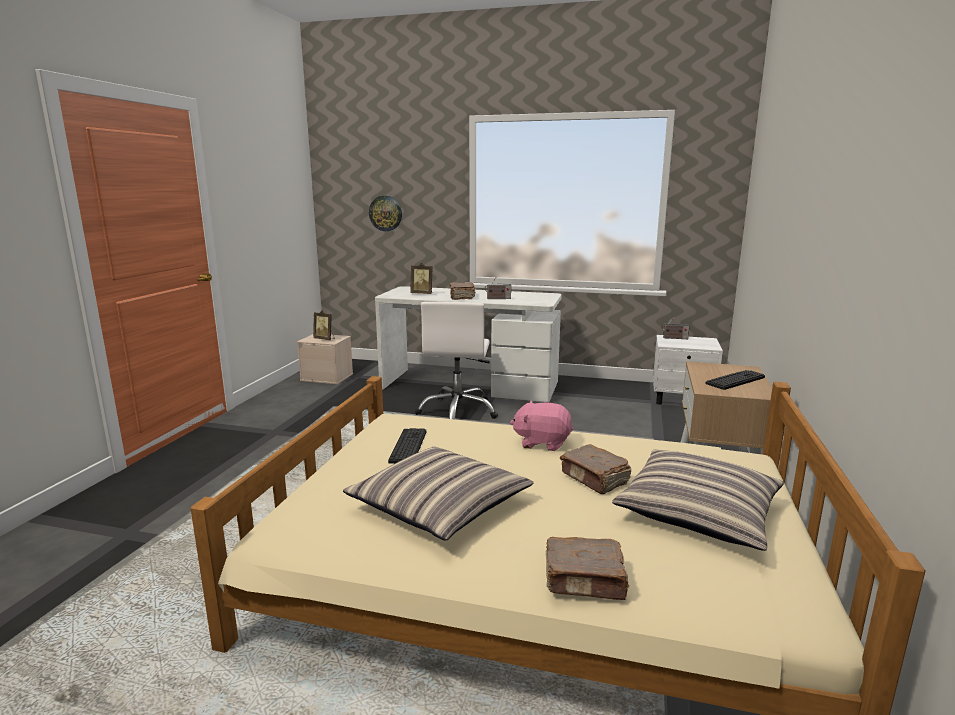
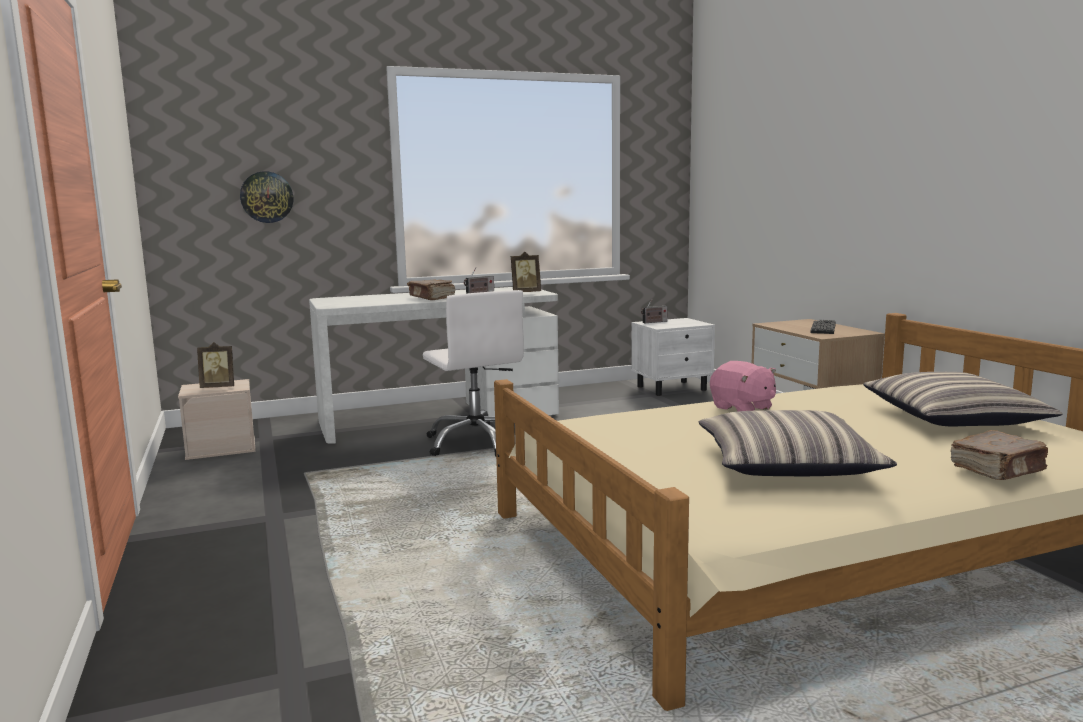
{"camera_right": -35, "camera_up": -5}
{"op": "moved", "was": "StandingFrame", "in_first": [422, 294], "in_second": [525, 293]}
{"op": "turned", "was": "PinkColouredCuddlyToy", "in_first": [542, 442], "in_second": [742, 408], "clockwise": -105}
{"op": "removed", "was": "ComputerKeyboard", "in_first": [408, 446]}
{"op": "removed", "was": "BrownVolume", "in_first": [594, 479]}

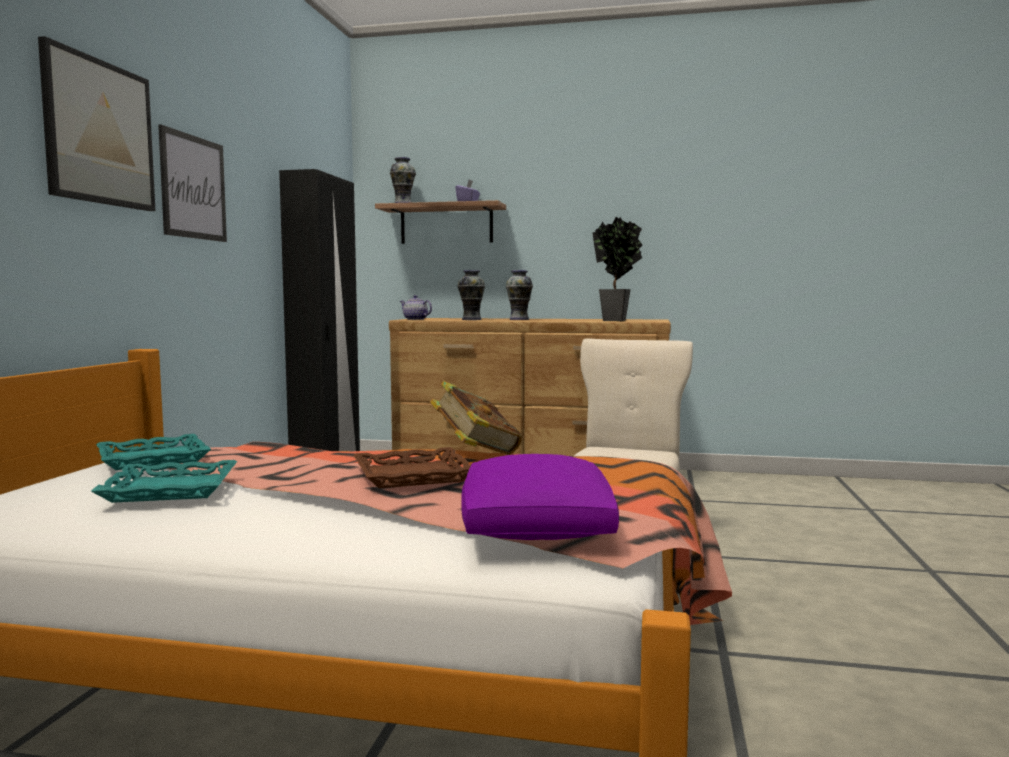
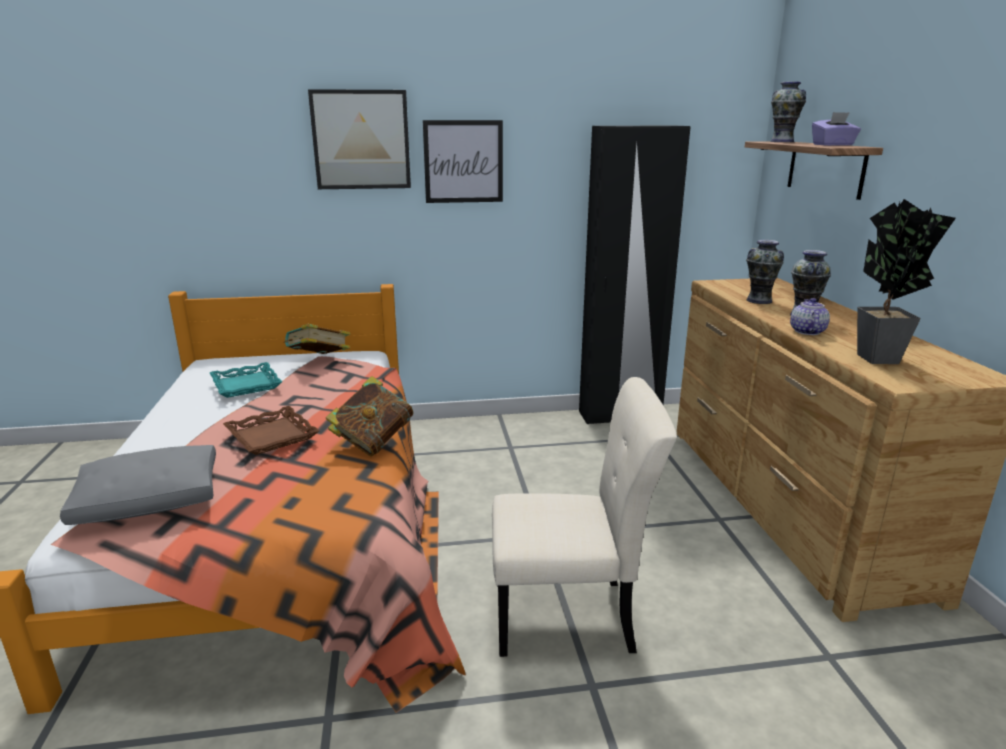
{"camera_right": 70, "camera_up": 15}
{"op": "recoloured", "was": "PurpleColouredCushion", "now": "GrayCushion", "in_first": [536, 524], "in_second": [151, 500]}
{"op": "replaced", "was": "TurquoiseServingTray", "now": "Volume", "in_first": [153, 459], "in_second": [319, 360]}
{"op": "moved", "was": "PotForTea", "in_first": [415, 319], "in_second": [807, 331]}

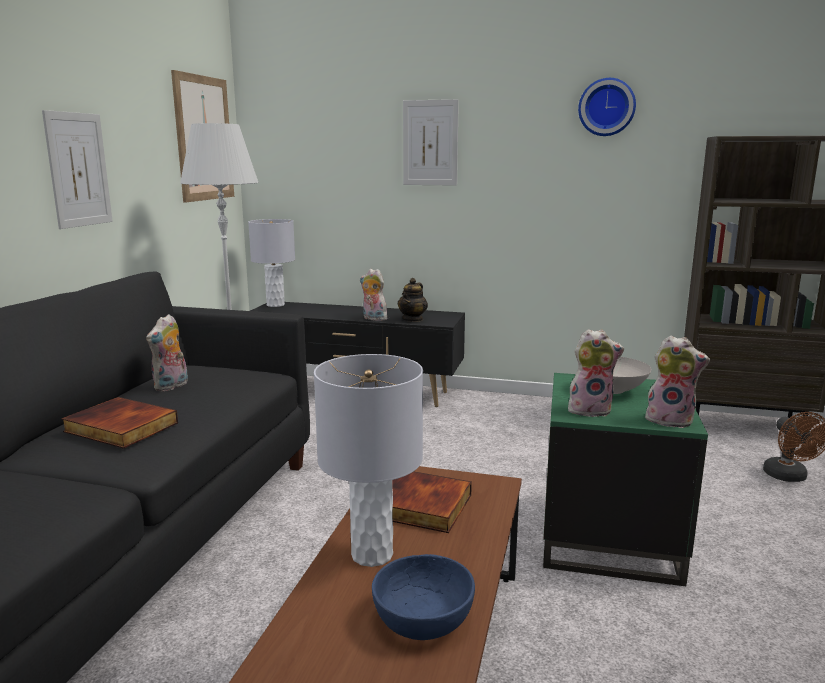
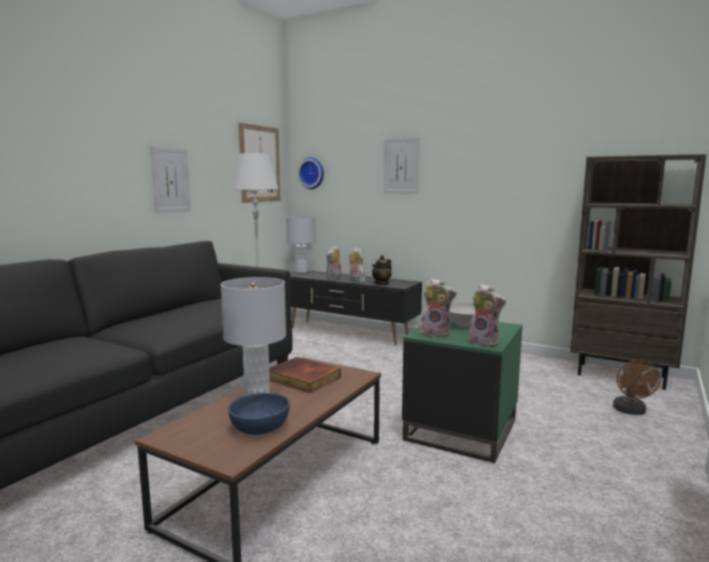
{"camera_right": 15, "camera_up": -5}
{"op": "moved", "was": "HangingClock", "in_first": [606, 107], "in_second": [312, 173]}
{"op": "moved", "was": "CuddlyToy", "in_first": [171, 386], "in_second": [334, 279]}
{"op": "removed", "was": "Volume", "in_first": [119, 428]}

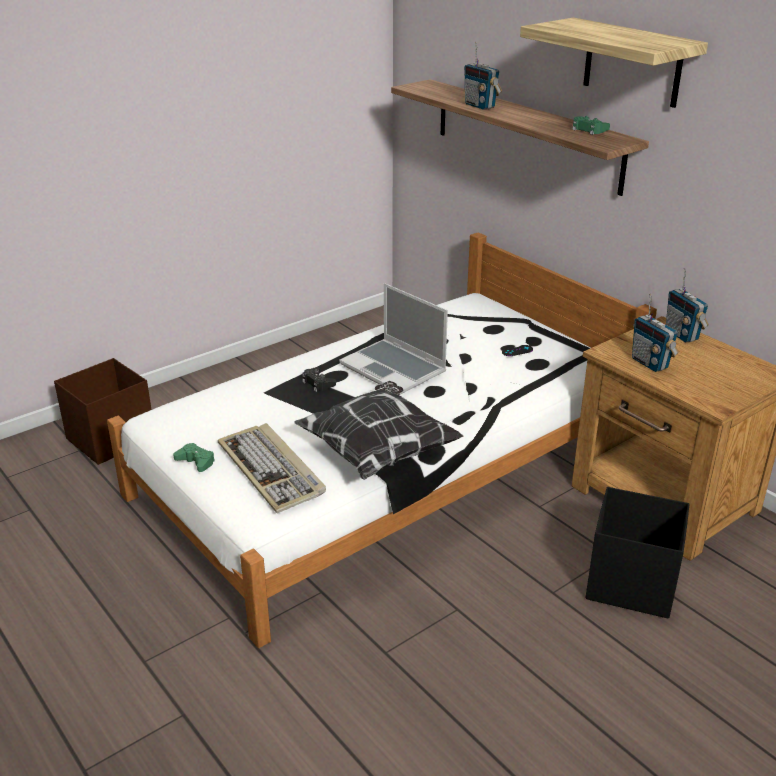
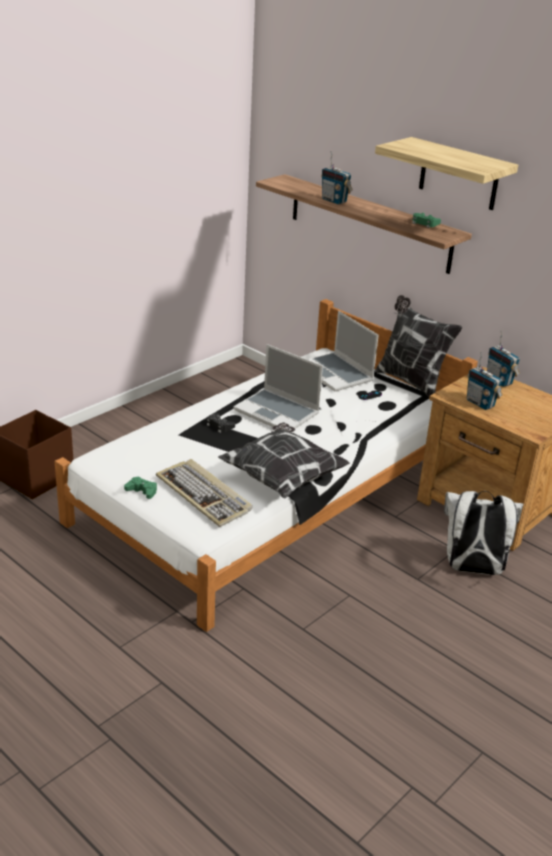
{"camera_right": -10, "camera_up": 0}
{"op": "added", "now": "PortableComputer", "in_second": [336, 374]}
{"op": "added", "now": "Cushion", "in_second": [410, 381]}
{"op": "replaced", "was": "BlackColouredStorageBin", "now": "WhitishBackpack", "in_first": [629, 583], "in_second": [472, 569]}

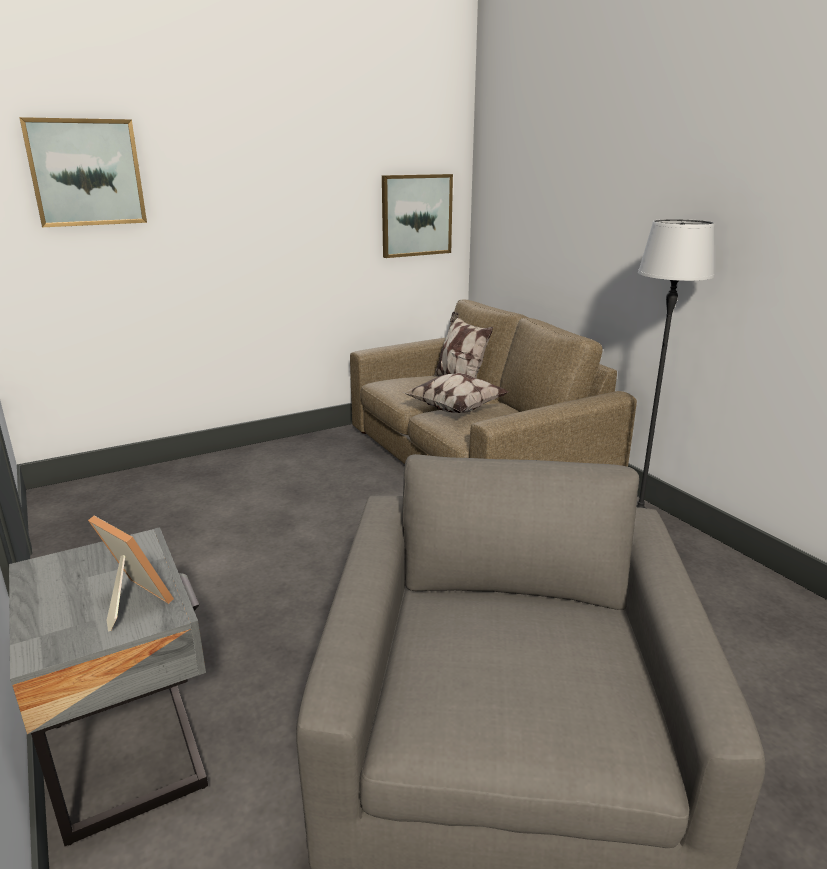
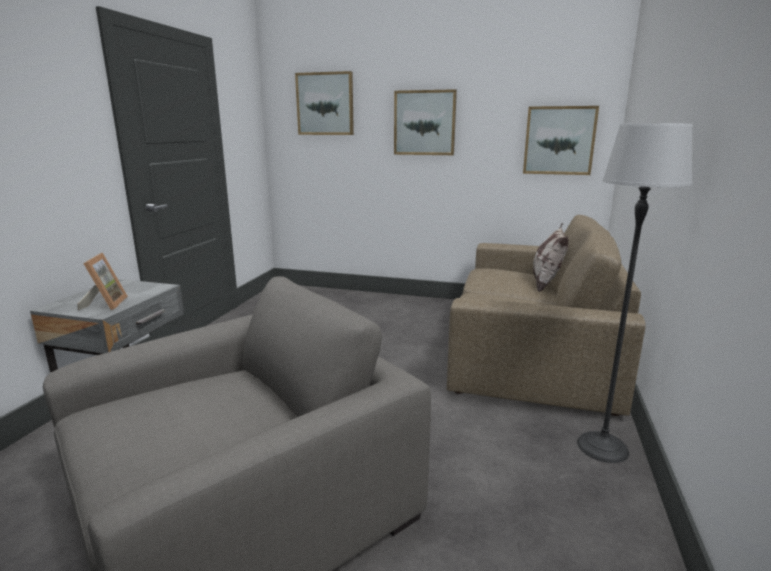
{"camera_right": 45, "camera_up": -5}
{"op": "added", "now": "Picture", "in_second": [424, 123]}
{"op": "removed", "was": "Cushion", "in_first": [455, 409]}

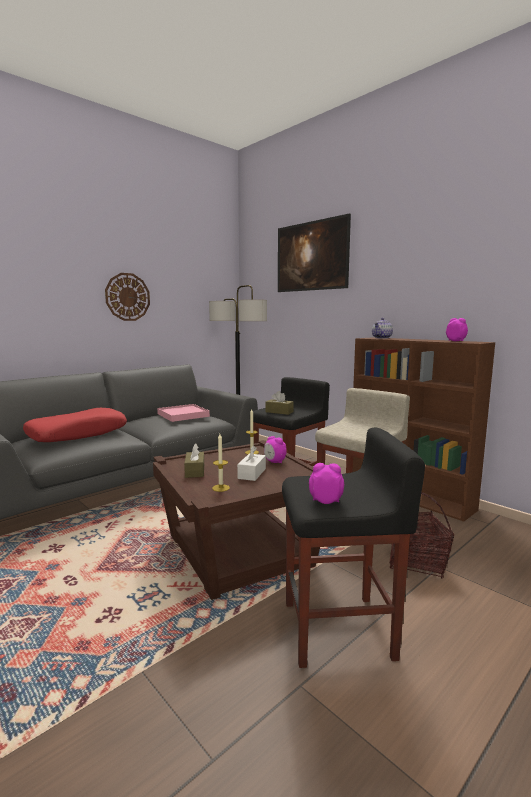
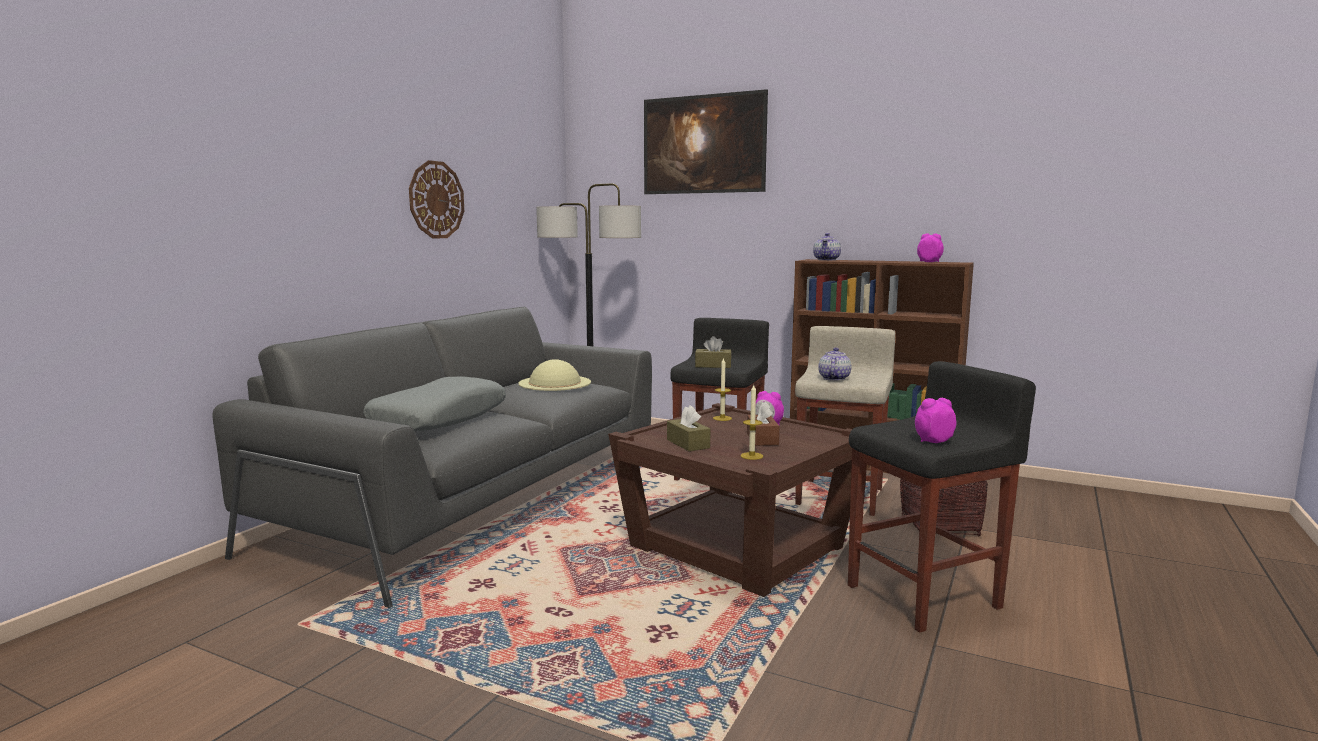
{"camera_right": -20, "camera_up": 0}
{"op": "recoloured", "was": "ReddishCushion", "now": "GrayCushion", "in_first": [78, 434], "in_second": [439, 419]}
{"op": "replaced", "was": "PinkColouredServingTray", "now": "BeigeColouredHat", "in_first": [183, 415], "in_second": [554, 383]}
{"op": "recoloured", "was": "WhitishTissueBox", "now": "BrownTissueBox", "in_first": [252, 473], "in_second": [762, 439]}
{"op": "added", "now": "PotForTea", "in_second": [833, 378]}

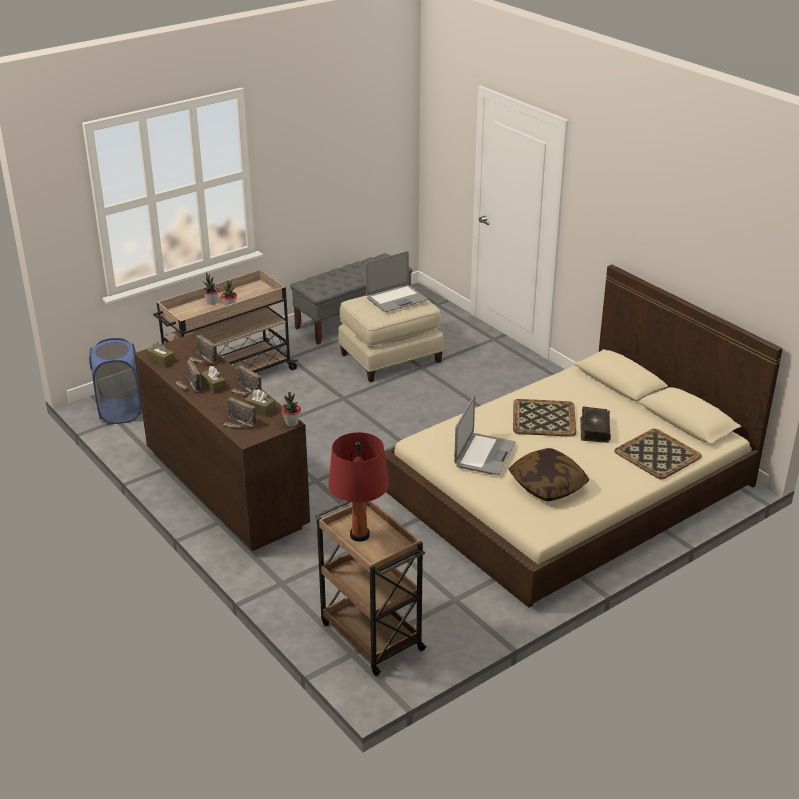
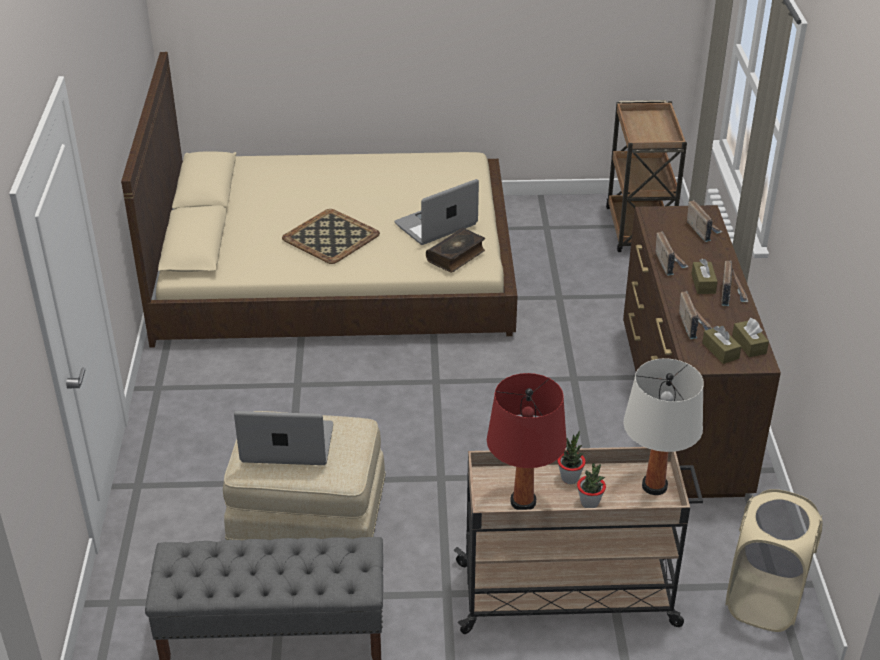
{"camera_right": -145, "camera_up": 5}
{"op": "moved", "was": "Volume", "in_first": [594, 430], "in_second": [456, 256]}
{"op": "moved", "was": "ReddishLampForATable", "in_first": [359, 535], "in_second": [523, 502]}
{"op": "added", "now": "WhitishLampForATable", "in_second": [654, 486]}
{"op": "moved", "was": "BrownTissueBox", "in_first": [259, 409], "in_second": [720, 351]}
{"op": "recoloured", "was": "BluishHamper", "now": "BeigeColouredHamper", "in_first": [121, 411], "in_second": [764, 601]}
{"op": "removed", "was": "PlantInAPot", "in_first": [291, 423]}
{"op": "removed", "was": "Cushion", "in_first": [548, 485]}
{"op": "removed", "was": "ServingTray", "in_first": [656, 454]}

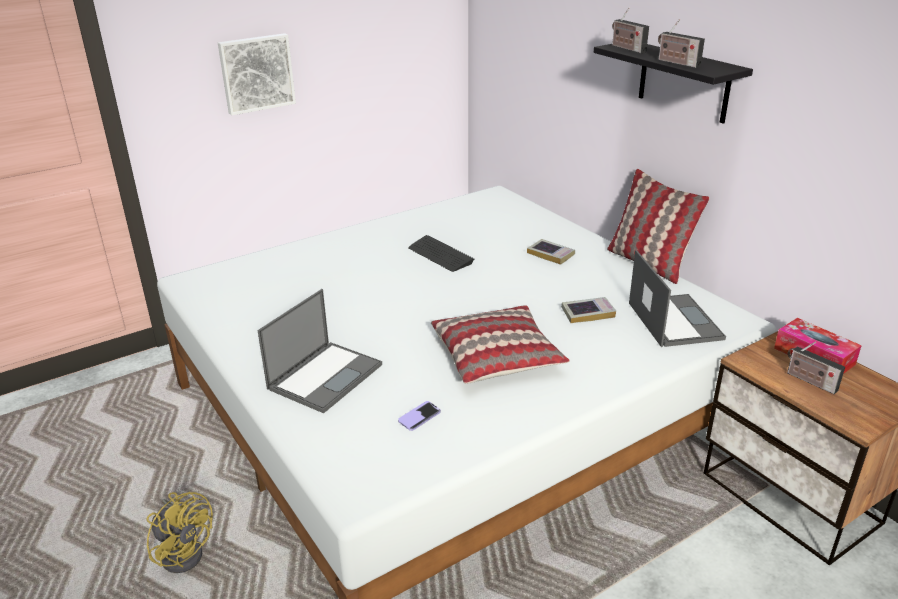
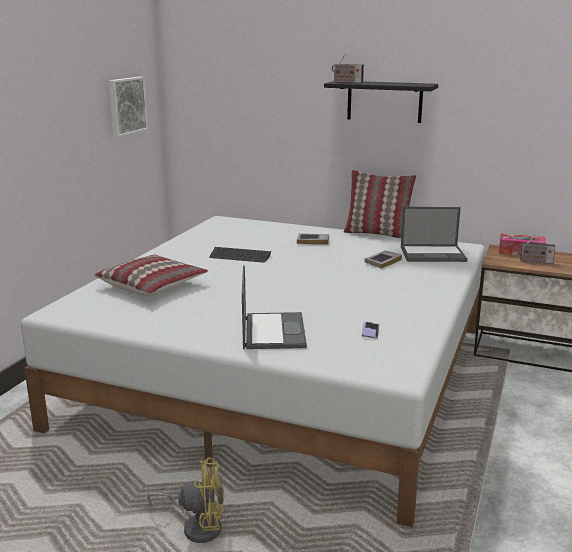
{"camera_right": -35, "camera_up": -10}
{"op": "moved", "was": "Cushion", "in_first": [497, 356], "in_second": [152, 285]}
{"op": "moved", "was": "Picture", "in_first": [256, 73], "in_second": [126, 105]}
{"op": "turned", "was": "PortableComputer", "in_first": [673, 320], "in_second": [433, 254], "clockwise": 135}
{"op": "removed", "was": "RadioSet", "in_first": [676, 63]}

